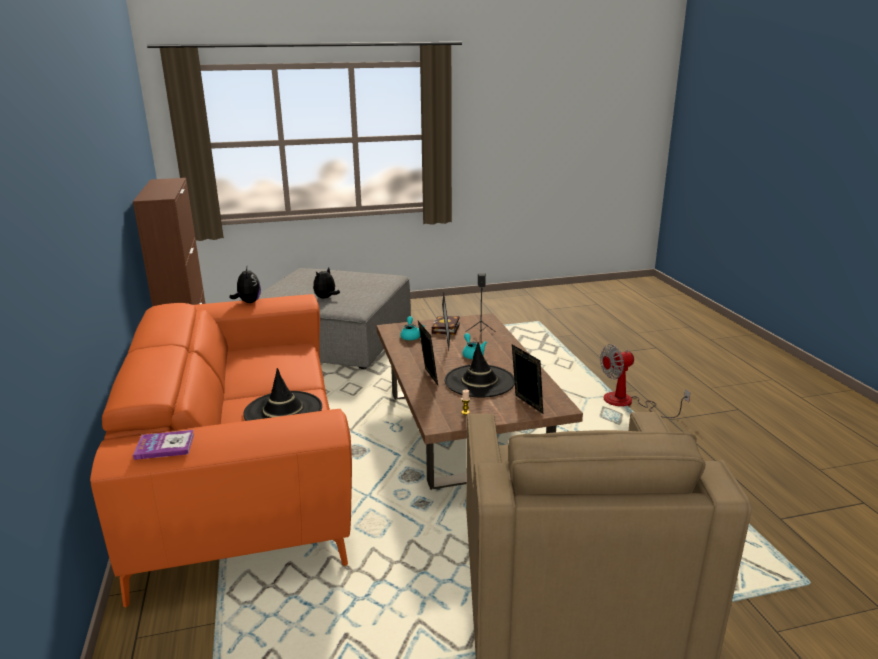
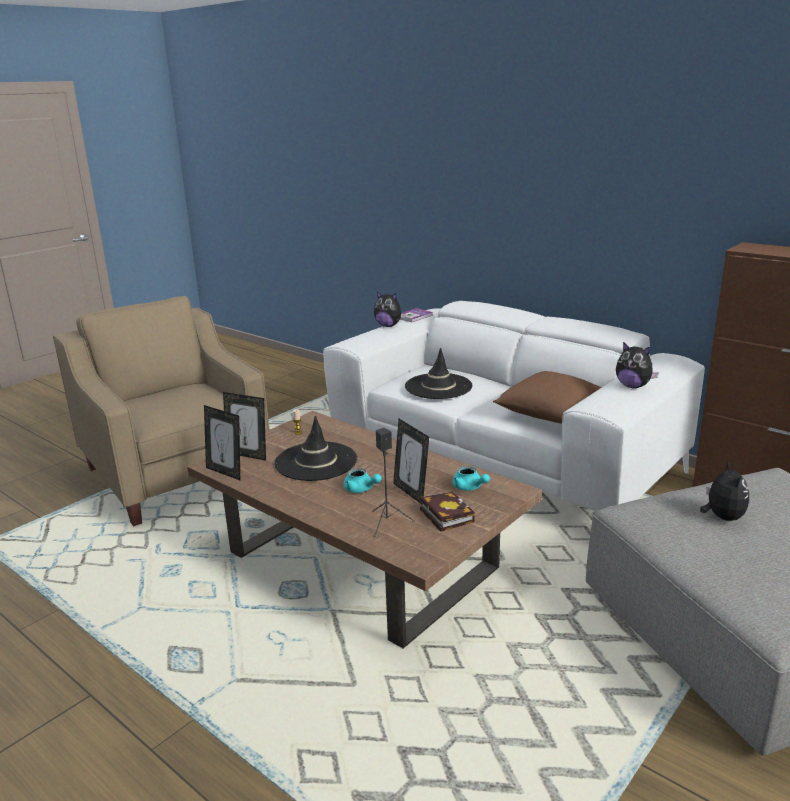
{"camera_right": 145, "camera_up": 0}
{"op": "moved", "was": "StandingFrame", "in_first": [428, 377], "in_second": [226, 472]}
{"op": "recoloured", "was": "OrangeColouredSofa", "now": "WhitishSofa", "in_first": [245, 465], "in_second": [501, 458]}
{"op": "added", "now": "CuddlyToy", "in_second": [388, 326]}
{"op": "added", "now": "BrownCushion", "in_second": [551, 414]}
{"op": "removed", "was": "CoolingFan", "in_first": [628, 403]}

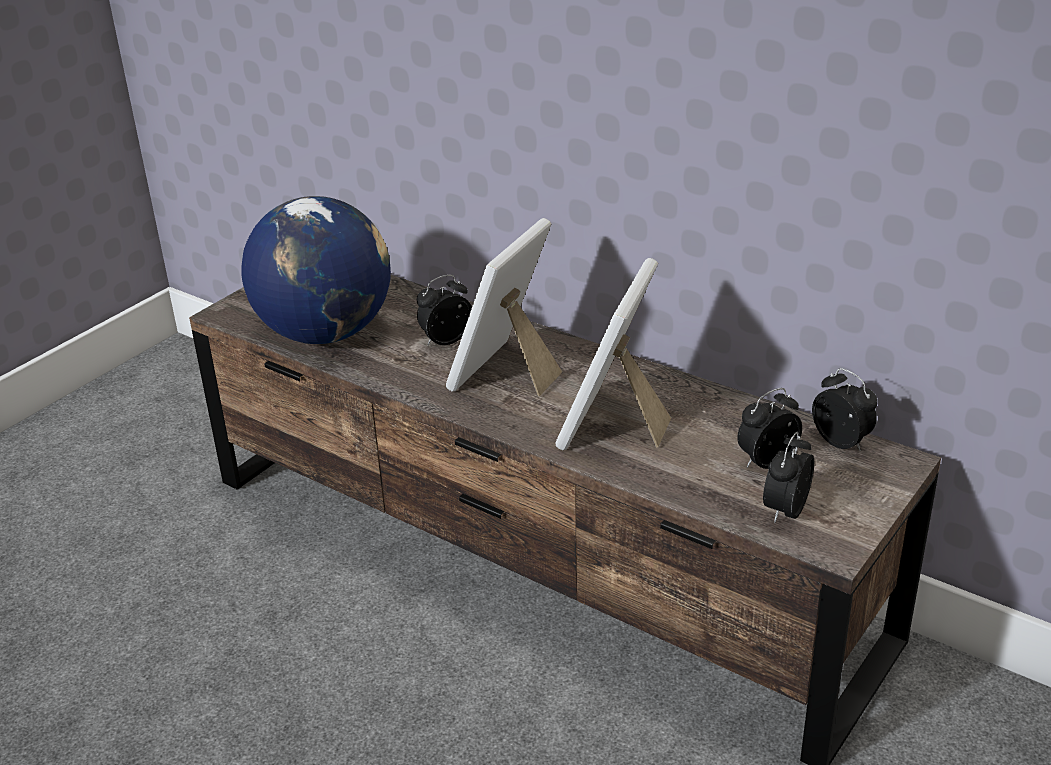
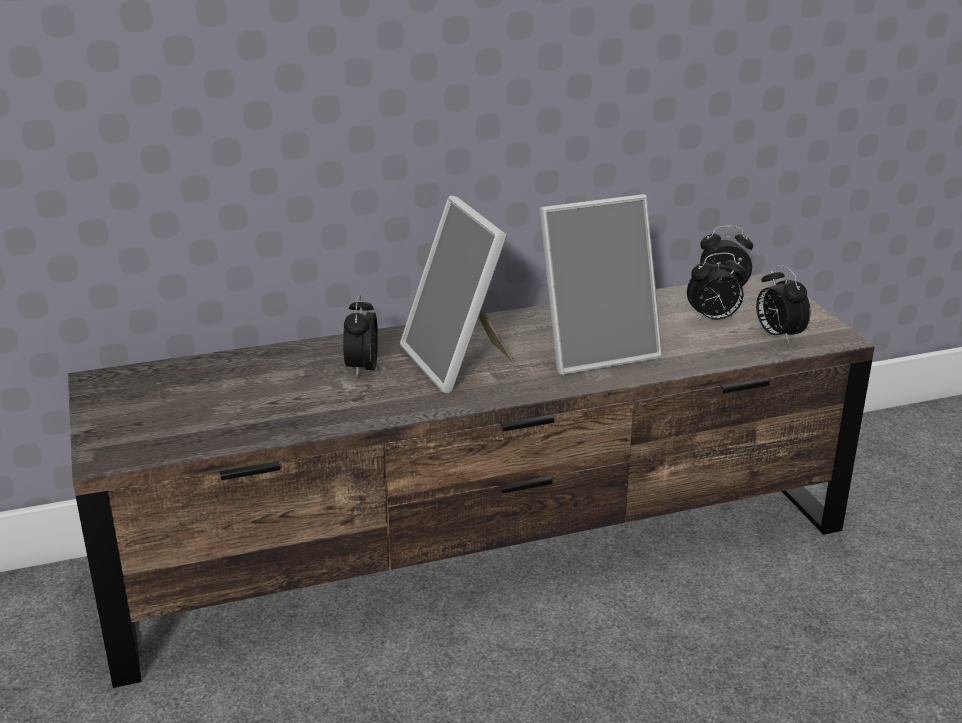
{"camera_right": -55, "camera_up": -5}
{"op": "turned", "was": "StandingFrame", "in_first": [613, 425], "in_second": [596, 350], "clockwise": -75}
{"op": "turned", "was": "AlarmClock", "in_first": [766, 461], "in_second": [713, 319], "clockwise": -105}
{"op": "removed", "was": "WorldGlobe", "in_first": [325, 333]}

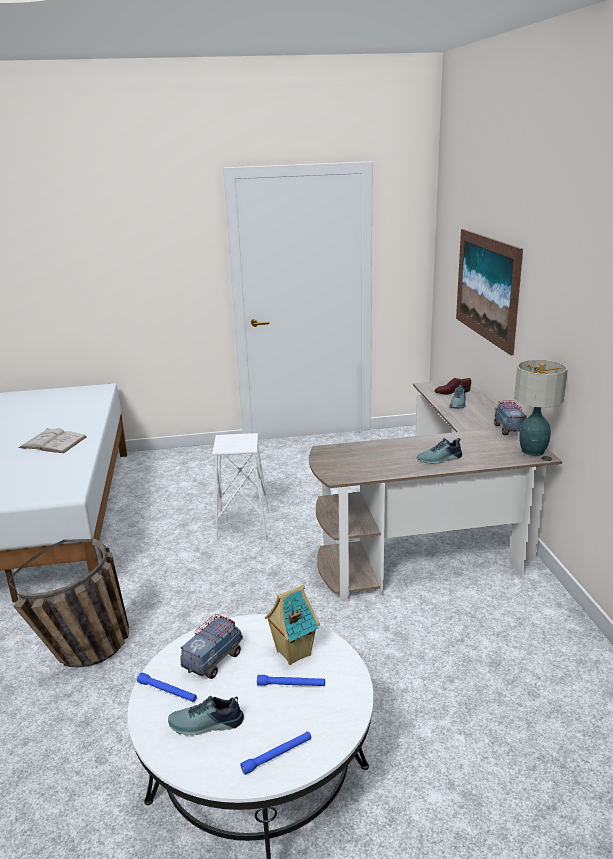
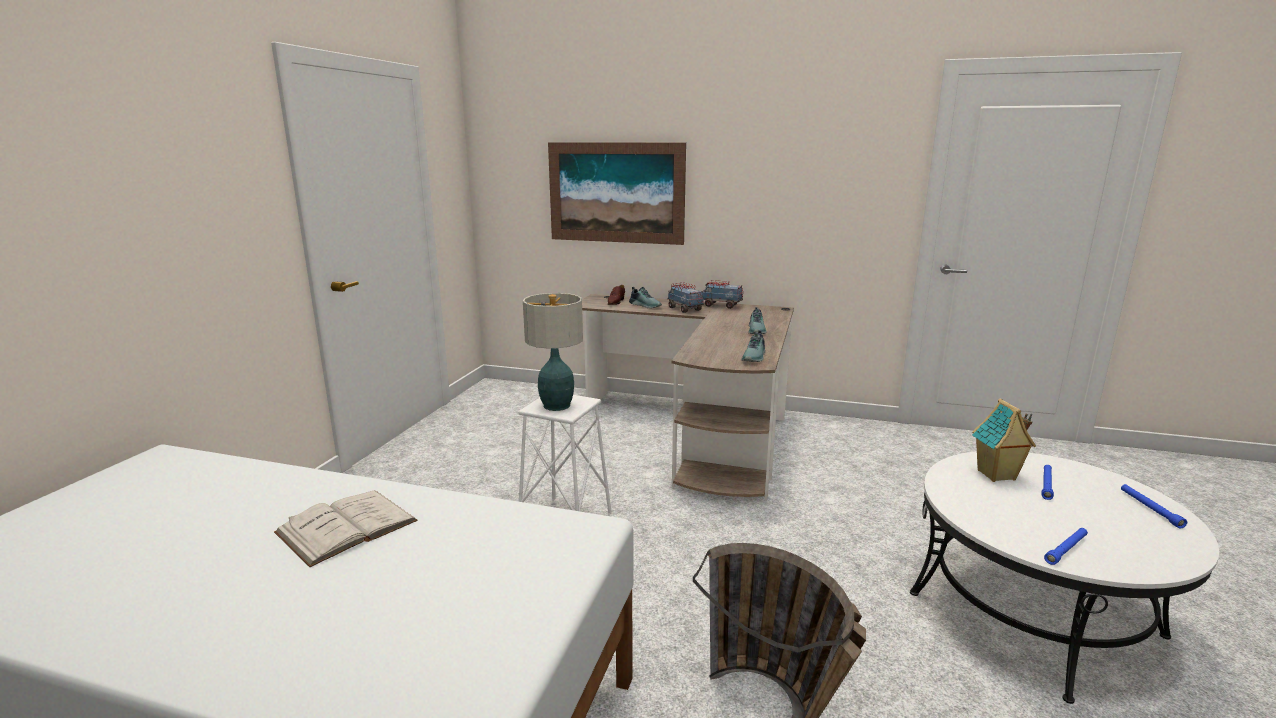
{"camera_right": -65, "camera_up": -5}
{"op": "moved", "was": "LampForATable", "in_first": [532, 451], "in_second": [556, 406]}
{"op": "moved", "was": "ToyTruck", "in_first": [213, 661], "in_second": [684, 309]}
{"op": "moved", "was": "LowShoe", "in_first": [206, 725], "in_second": [755, 357]}

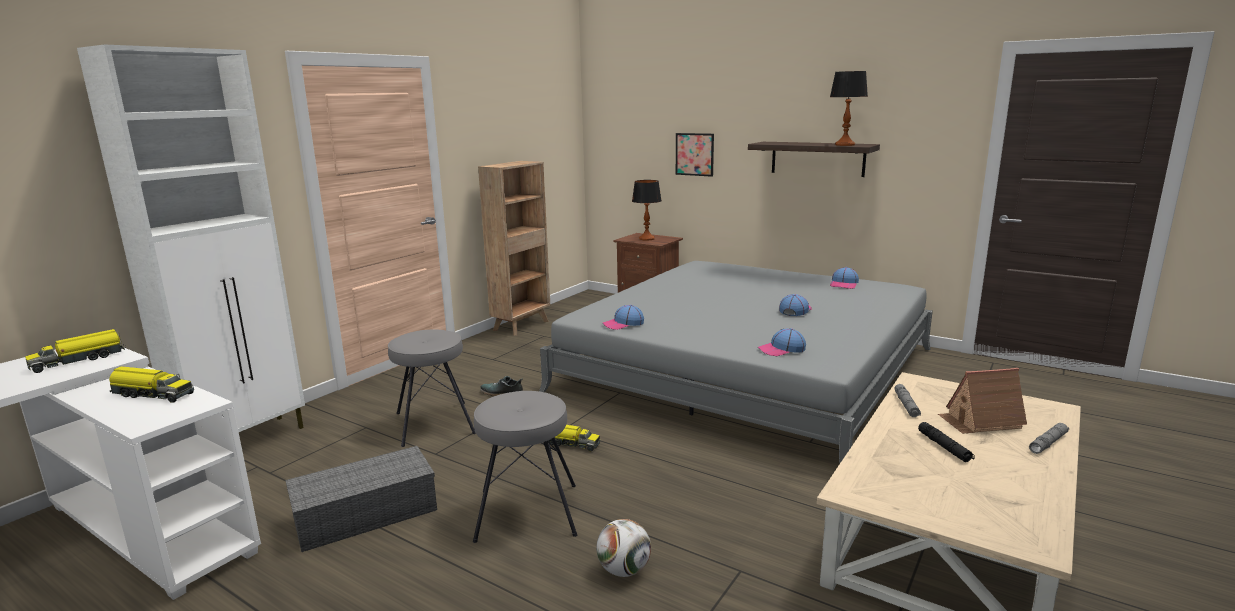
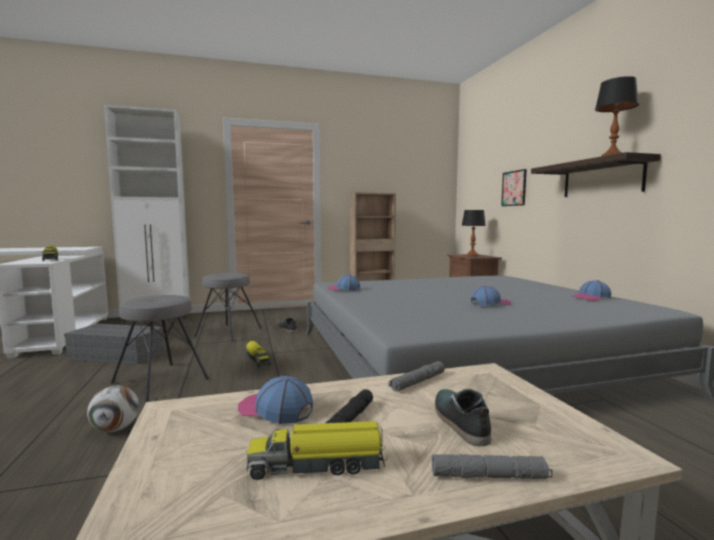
{"camera_right": 40, "camera_up": -10}
{"op": "moved", "was": "PeakedCap", "in_first": [782, 349], "in_second": [275, 409]}
{"op": "moved", "was": "ToyTruck", "in_first": [79, 360], "in_second": [318, 465]}
{"op": "replaced", "was": "MiniatureHouse", "now": "LowShoe", "in_first": [980, 421], "in_second": [459, 421]}

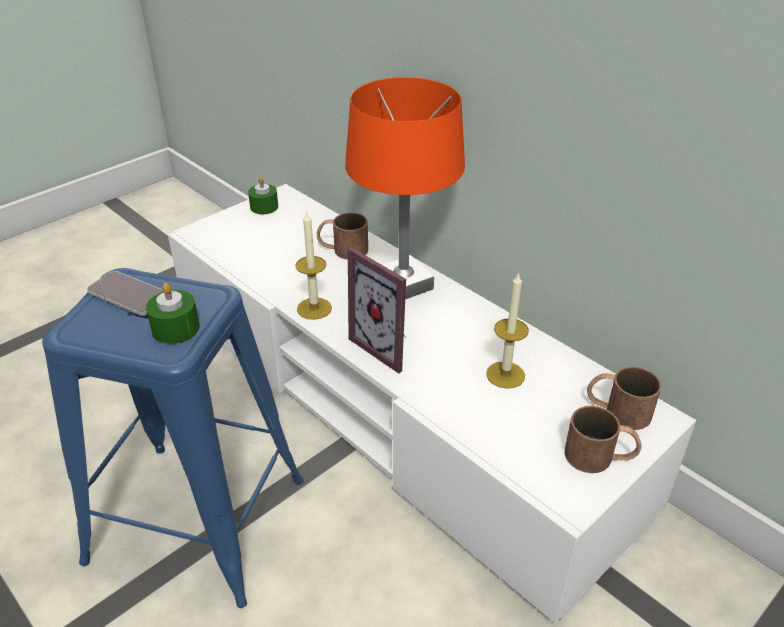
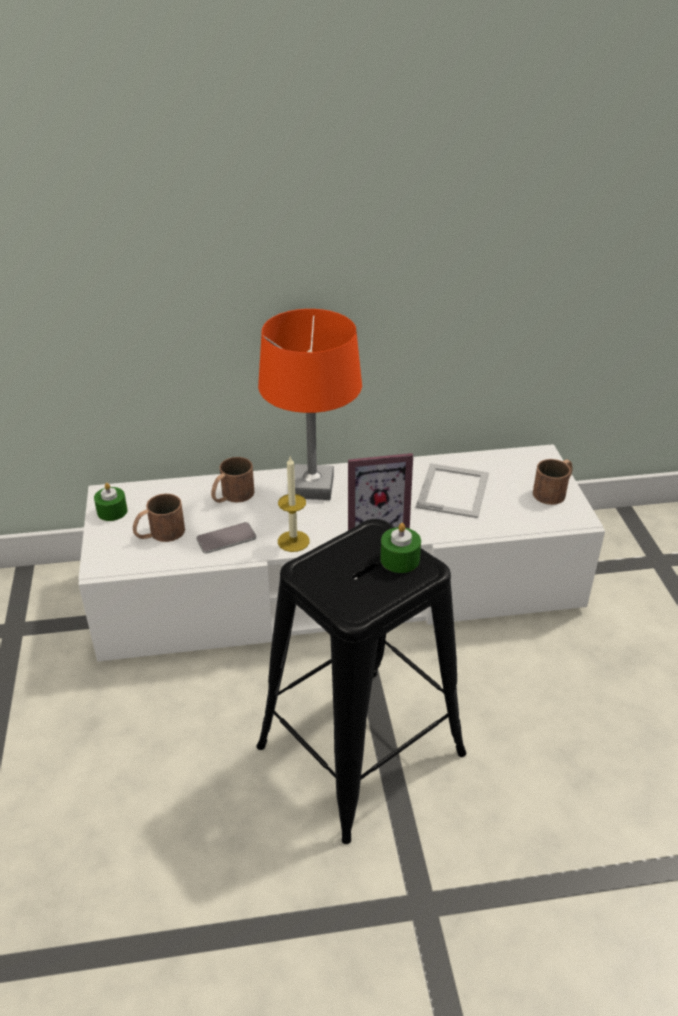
{"camera_right": -55, "camera_up": 0}
{"op": "moved", "was": "BrownMug", "in_first": [617, 410], "in_second": [159, 533]}
{"op": "moved", "was": "Telephone", "in_first": [128, 294], "in_second": [226, 539]}
{"op": "recoloured", "was": "BluishStoolSeat", "now": "BlackColouredStoolSeat", "in_first": [197, 520], "in_second": [360, 750]}
{"op": "replaced", "was": "WaxCandle", "now": "StandingFrame", "in_first": [505, 375], "in_second": [454, 490]}

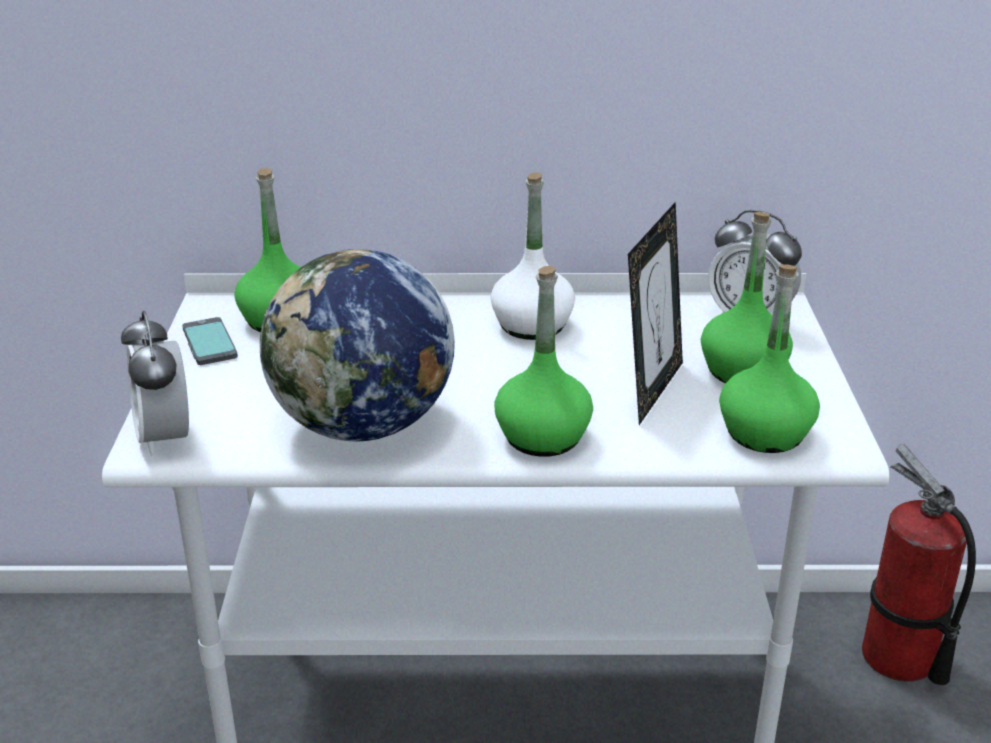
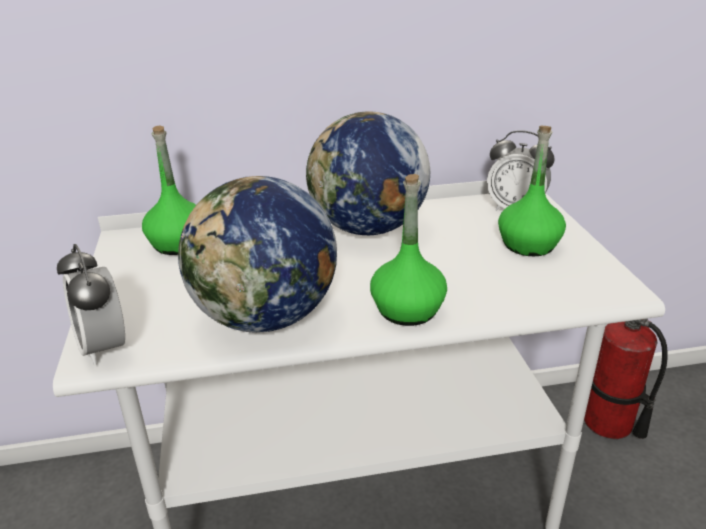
{"camera_right": -10, "camera_up": 0}
{"op": "replaced", "was": "WhitishDrinkBottle", "now": "WorldGlobe", "in_first": [532, 325], "in_second": [367, 228]}
{"op": "removed", "was": "Telephone", "in_first": [209, 343]}
{"op": "removed", "was": "StandingFrame", "in_first": [651, 390]}
{"op": "removed", "was": "GreenDrinkBottle", "in_first": [764, 433]}

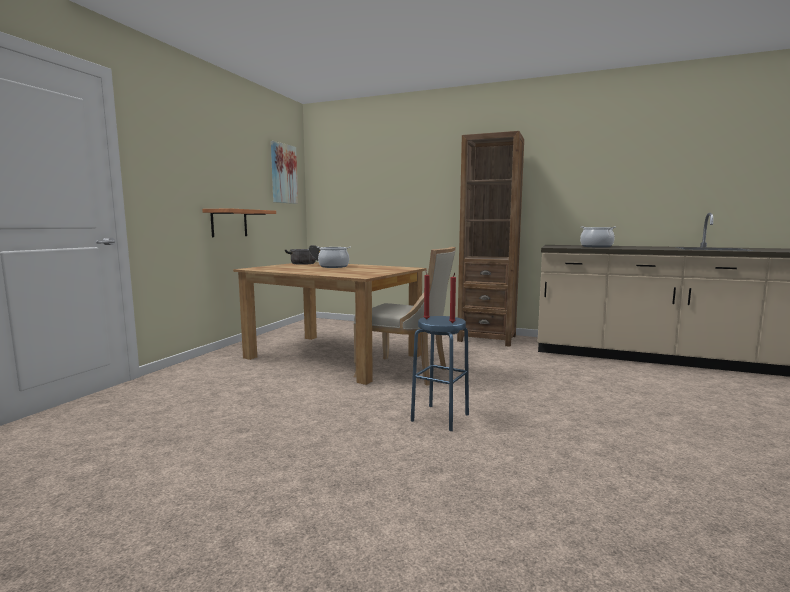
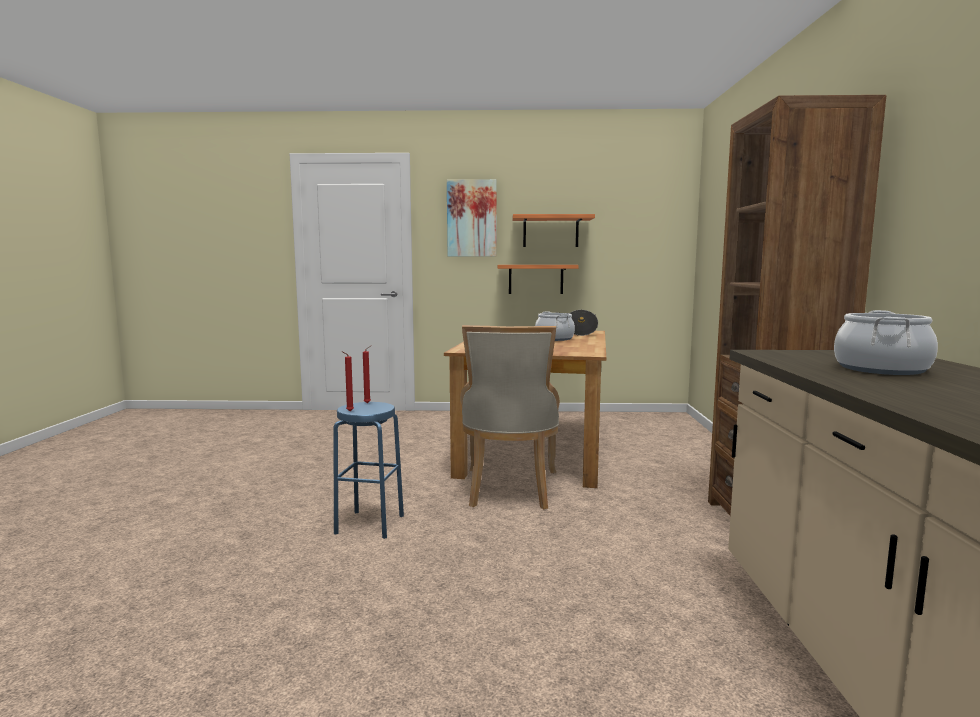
{"camera_right": 70, "camera_up": 0}
{"op": "moved", "was": "Picture", "in_first": [283, 173], "in_second": [471, 218]}
{"op": "added", "now": "BracketShelf", "in_second": [550, 232]}

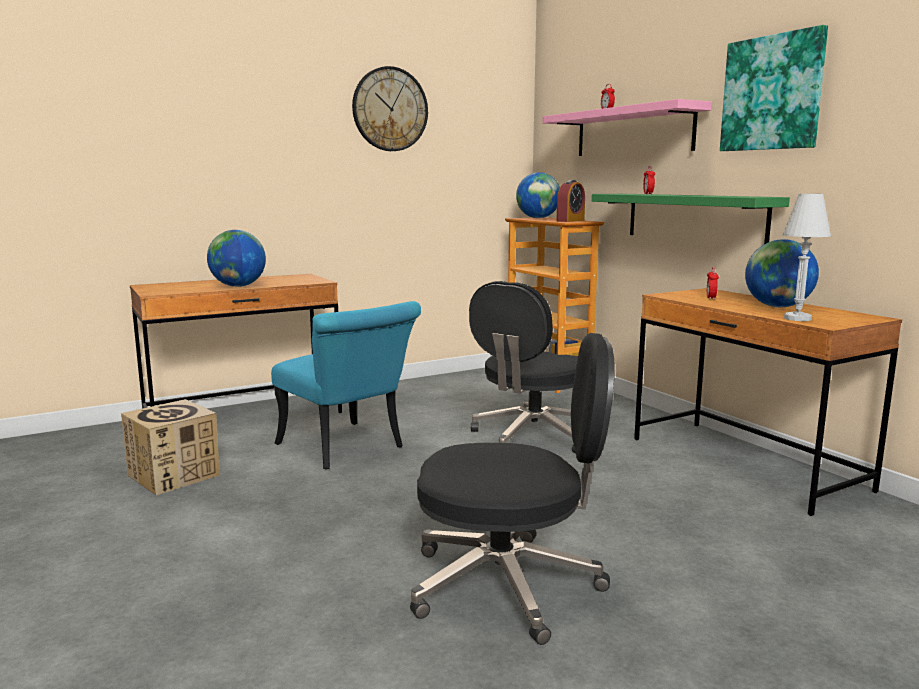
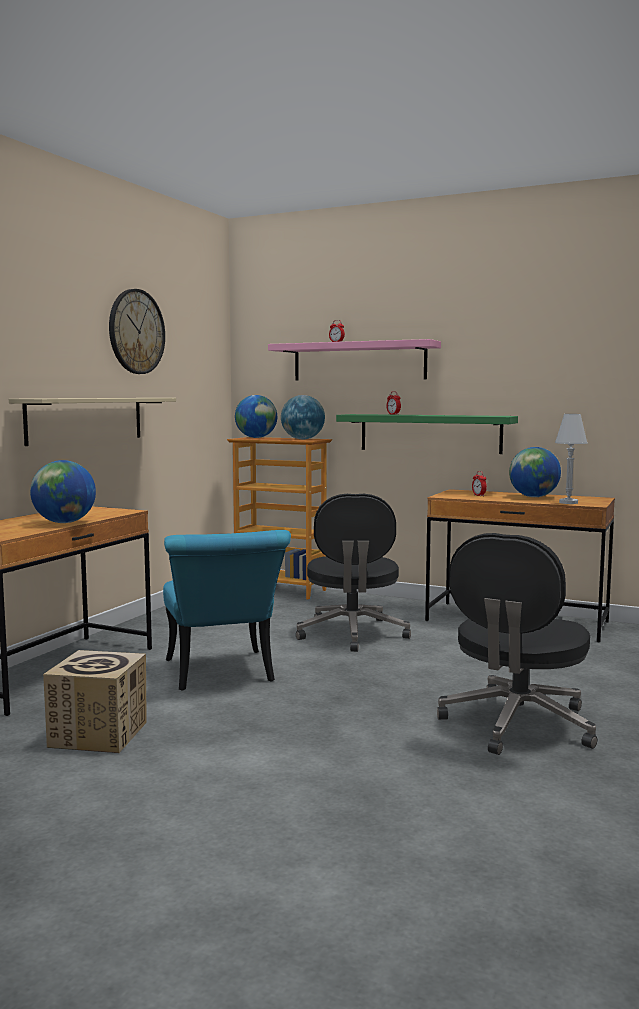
{"camera_right": -35, "camera_up": -5}
{"op": "added", "now": "BeigeColouredBracketShelf", "in_second": [86, 419]}
{"op": "turned", "was": "TurquoiseChair", "in_first": [348, 449], "in_second": [222, 675], "clockwise": 60}
{"op": "replaced", "was": "AlarmClock", "now": "WorldGlobe", "in_first": [570, 221], "in_second": [302, 439]}
{"op": "turned", "was": "BlackColouredComputerChair", "in_first": [508, 584], "in_second": [517, 725], "clockwise": 150}
{"op": "removed", "was": "Picture", "in_first": [772, 93]}

